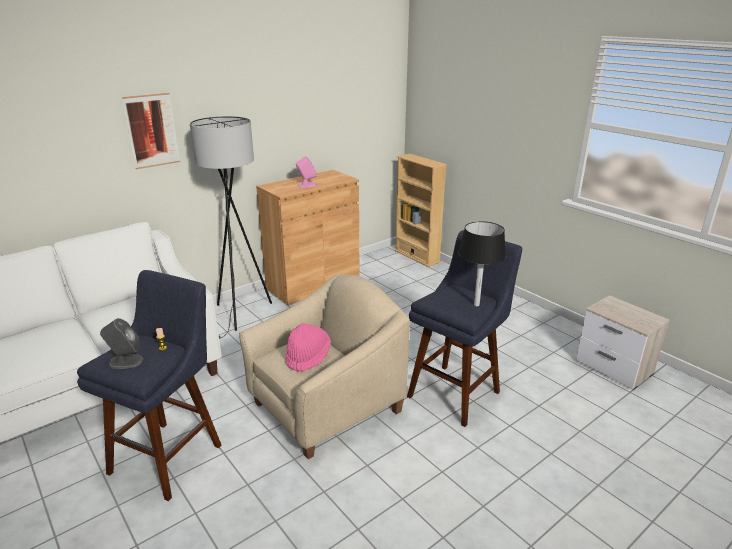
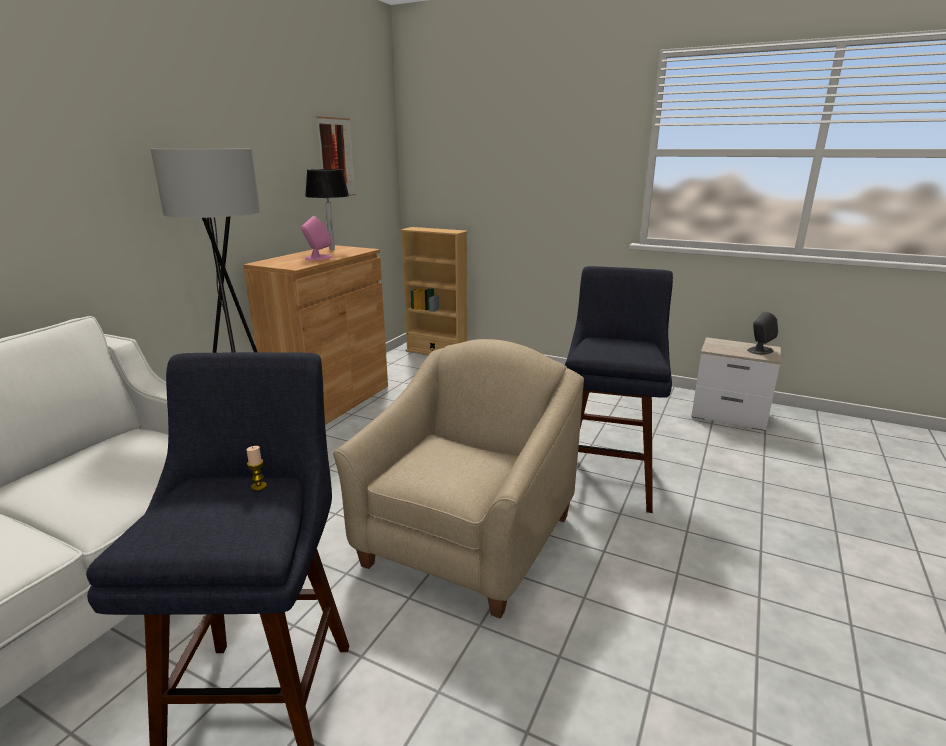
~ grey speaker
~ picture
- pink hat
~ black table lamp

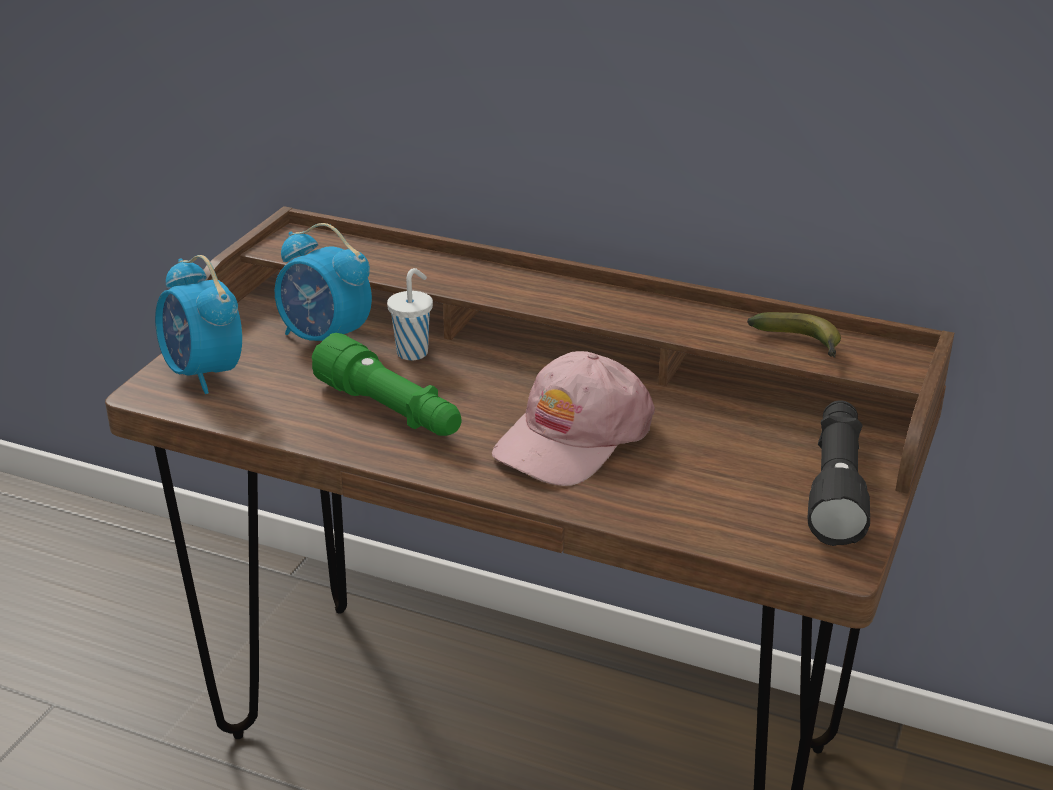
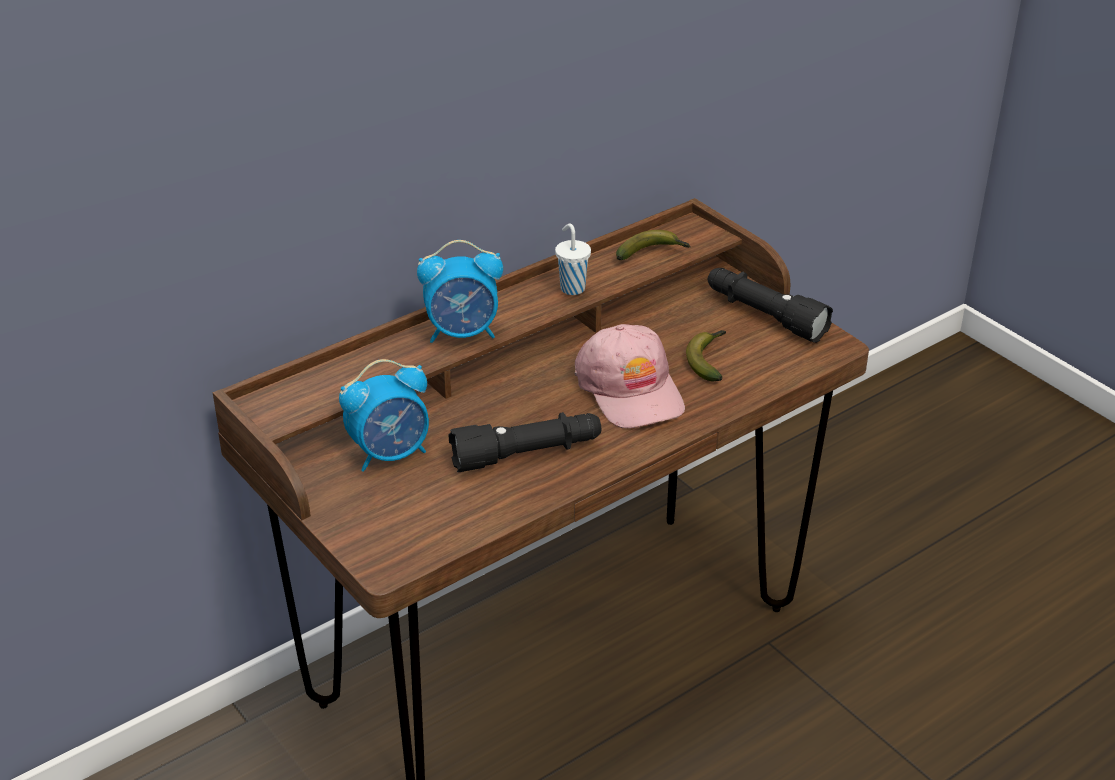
~ alarm clock (no. 1 from left in the first image) to alarm clock (no. 2 from left)
~ green flashlight to black flashlight (no. 1 from left)
~ white cup
+ banana (no. 2 from left)

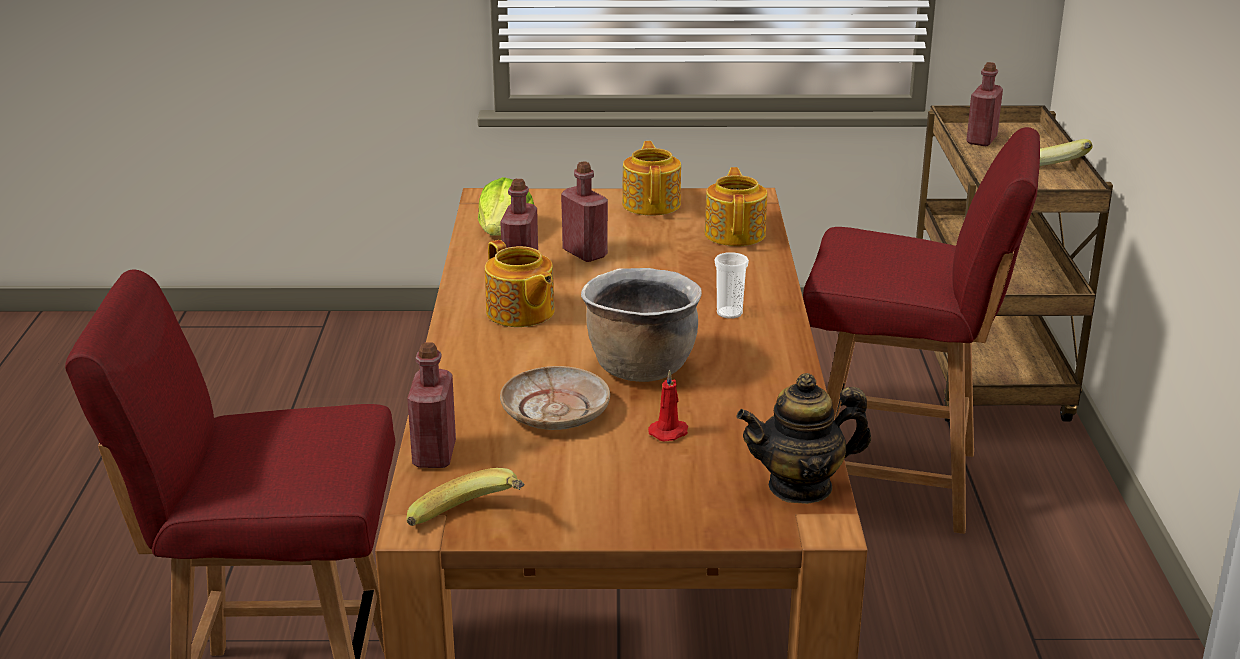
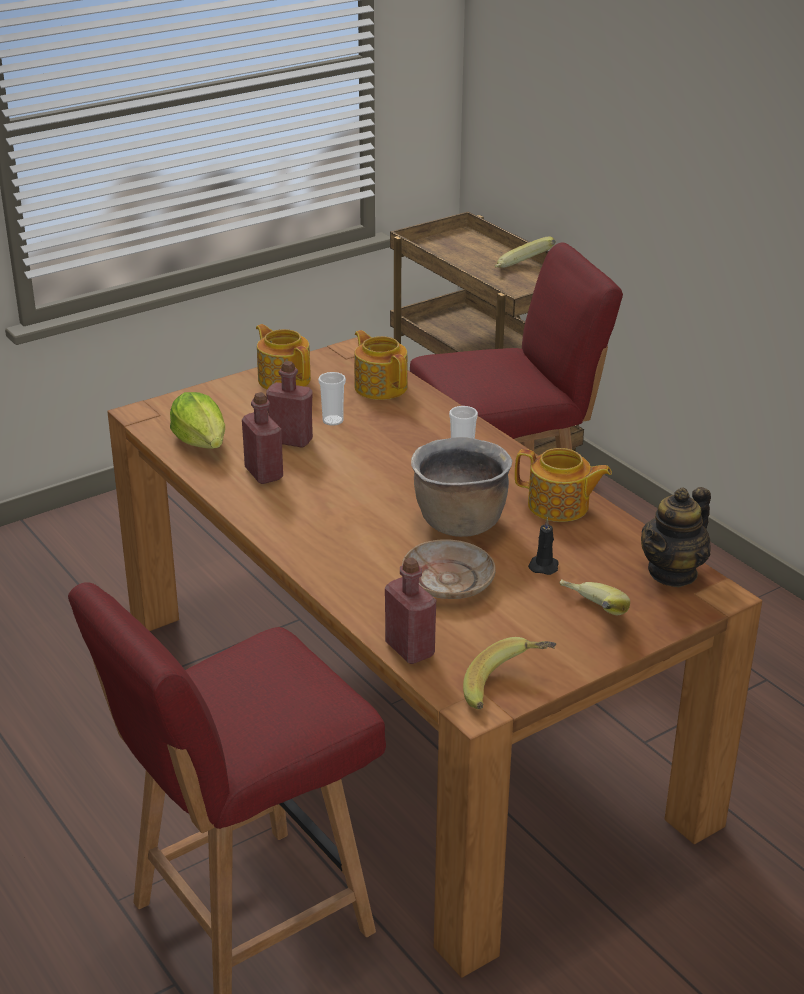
~ teapot (no. 1 from left in the first image) to teapot (no. 3 from left)
~ red candle to black candle
- red bottle (no. 4 from left)
+ cup (no. 1 from left)
+ banana (no. 3 from left)

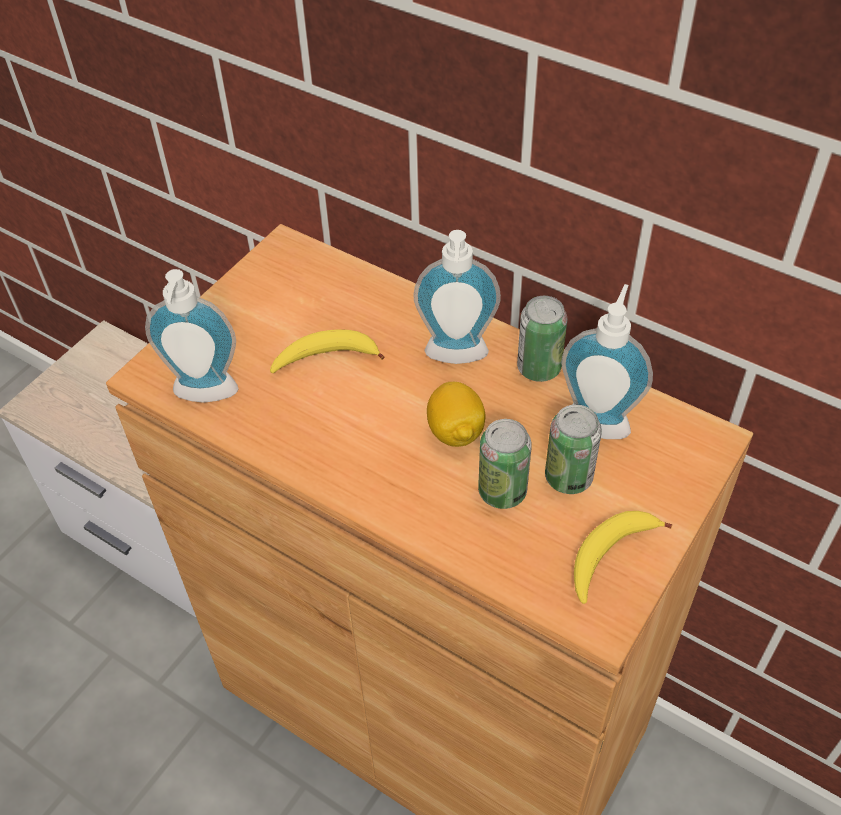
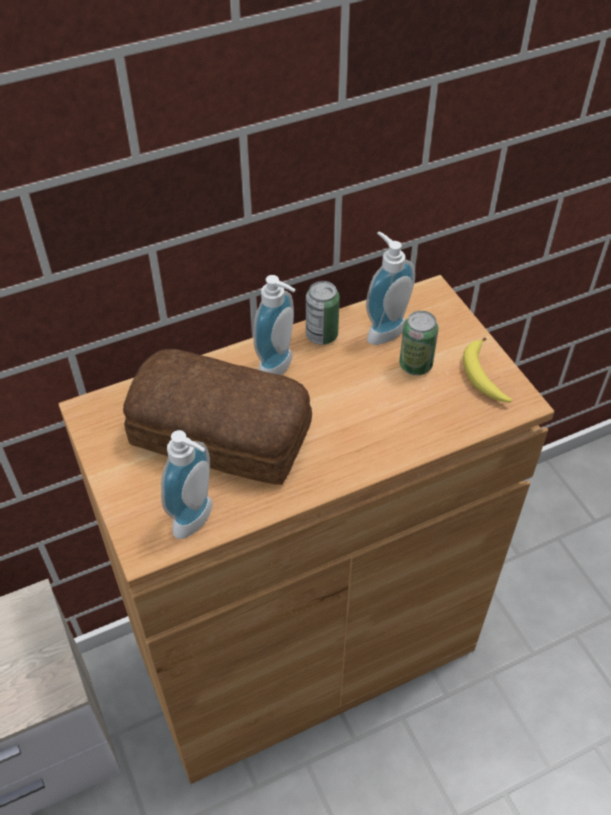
~ banana (no. 1 from left) to bread
- lemon
- can (no. 1 from left)

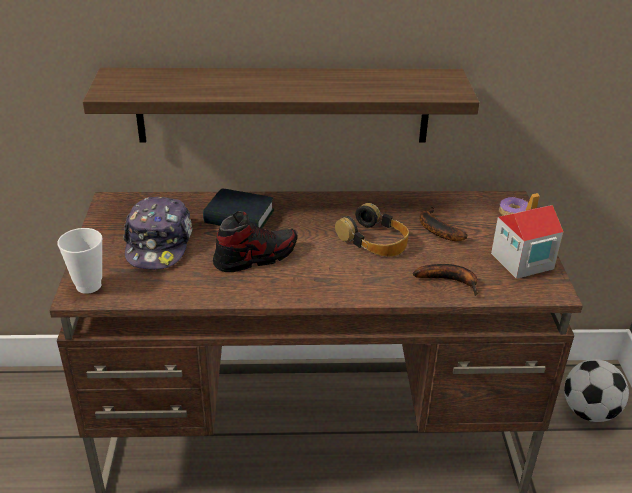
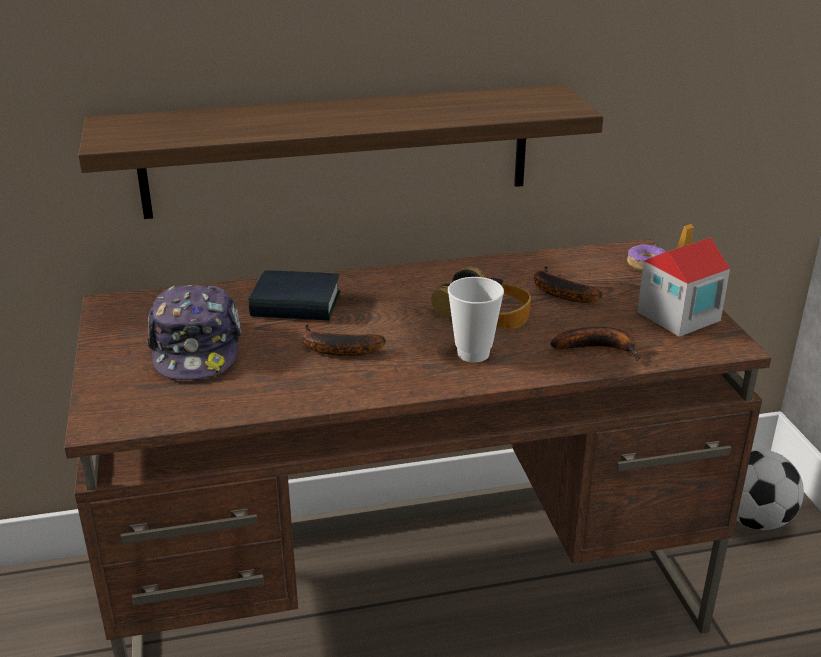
~ cup
~ shoe to banana (no. 1 from left)

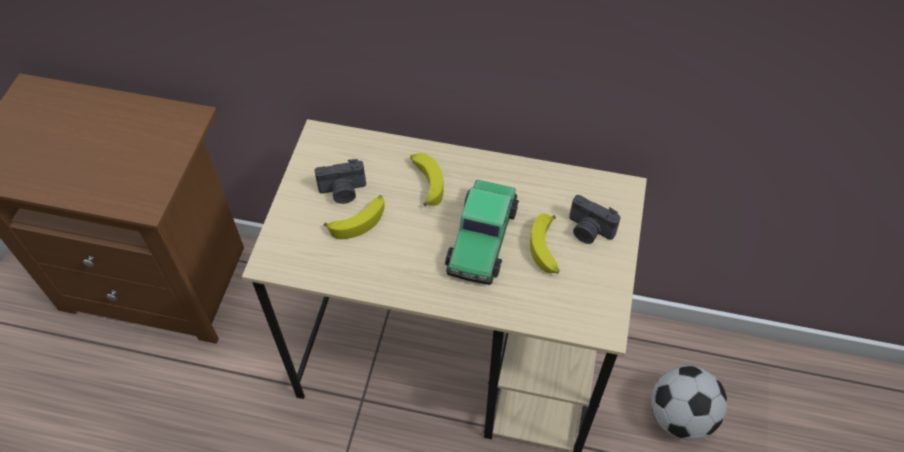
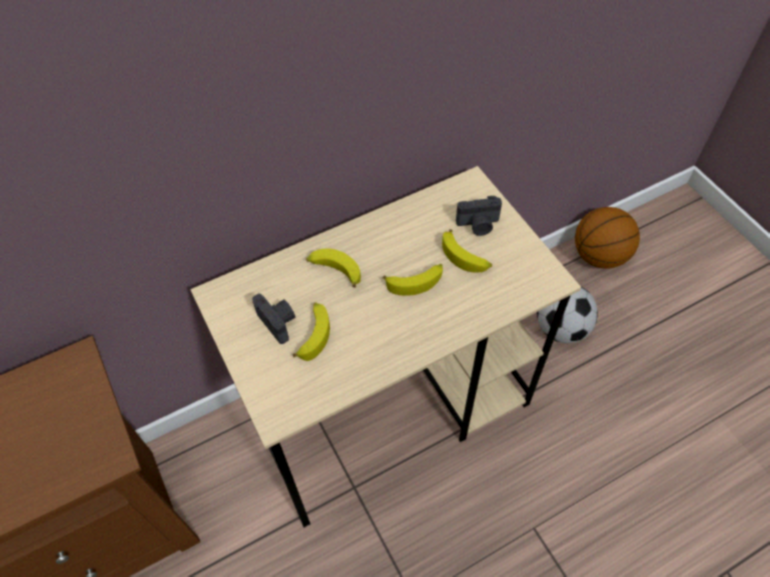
~ photo camera (no. 1 from left) 75 degrees counterclockwise
~ toy car to banana (no. 3 from left)
+ basketball

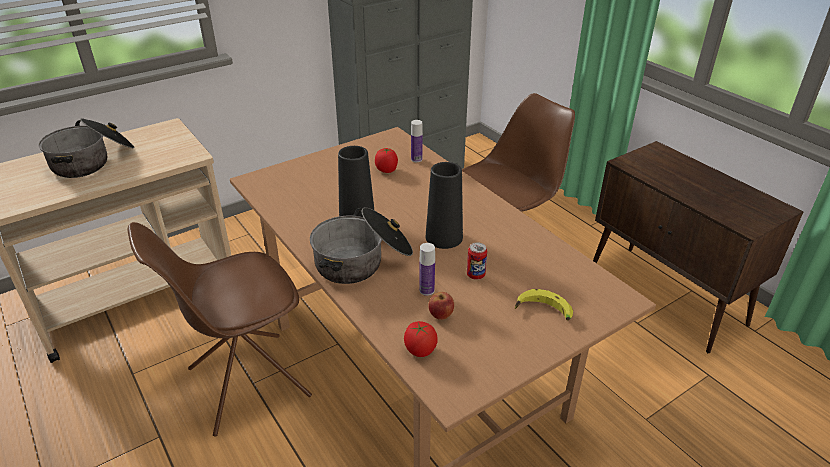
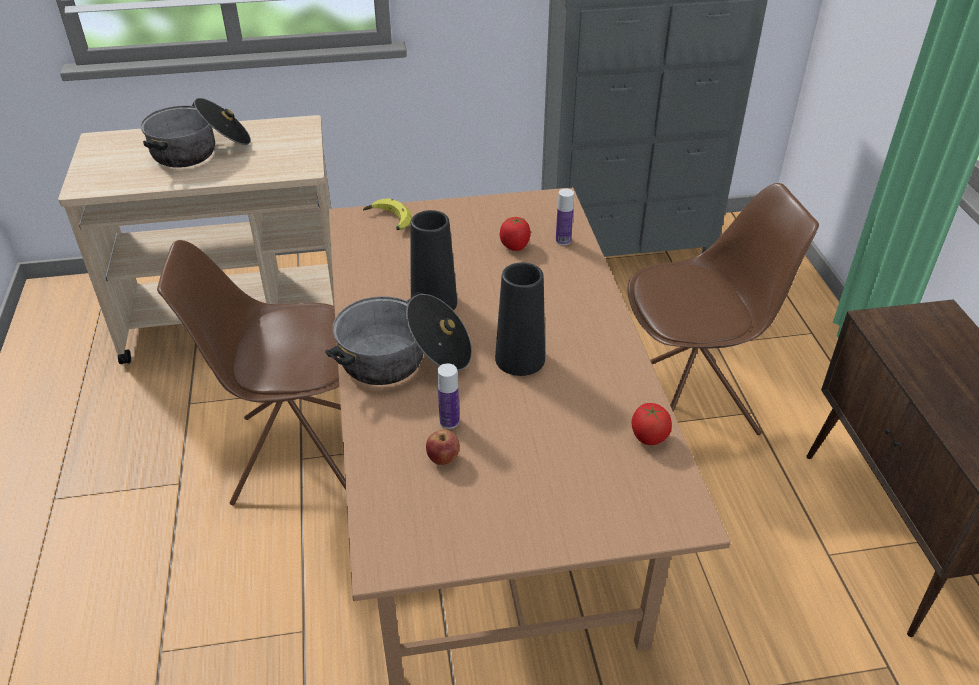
~ tomato (no. 2 from left)
- can
~ banana

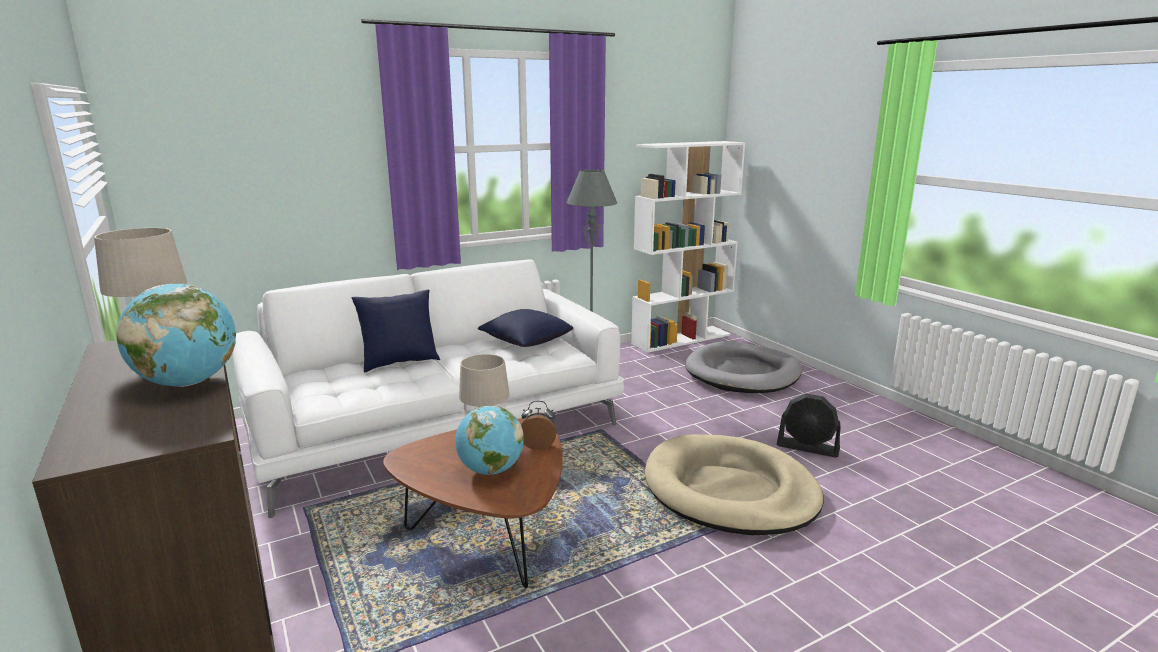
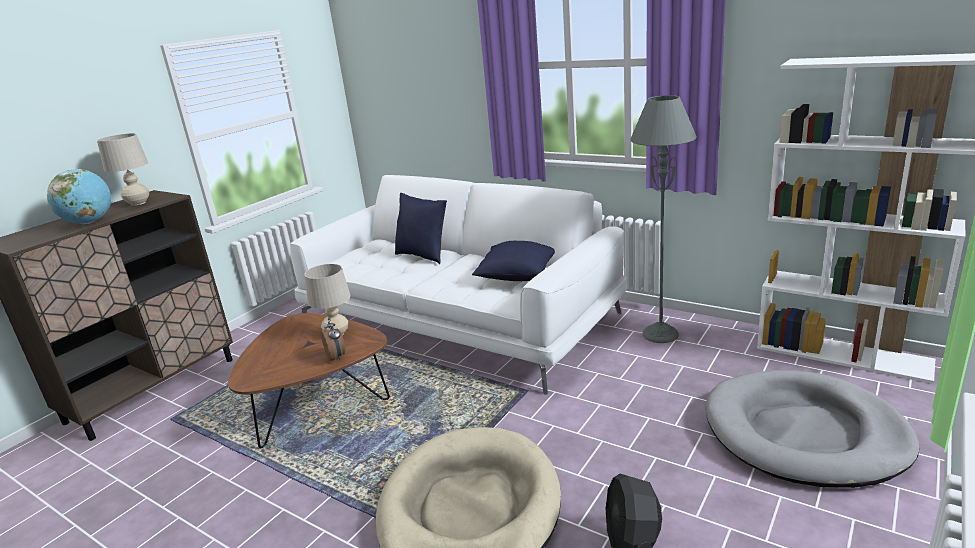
- globe (no. 2 from left)

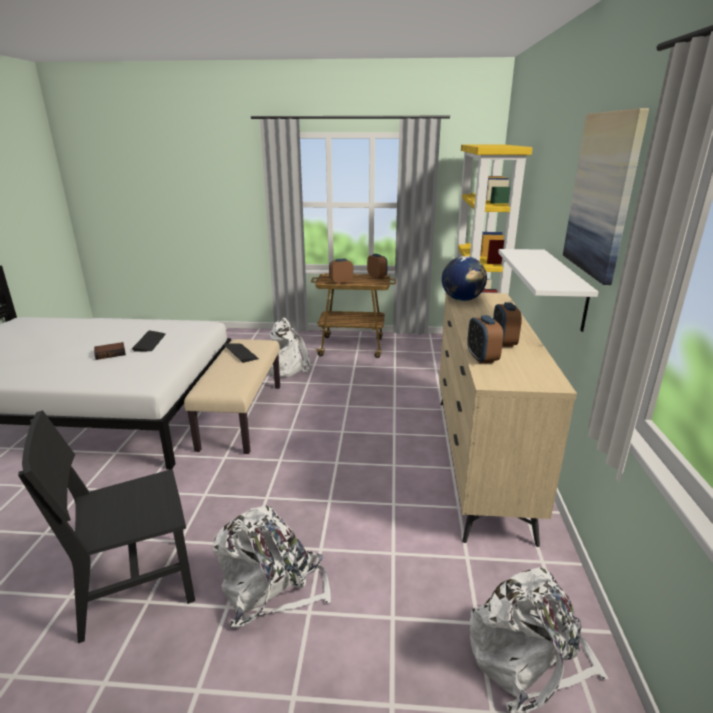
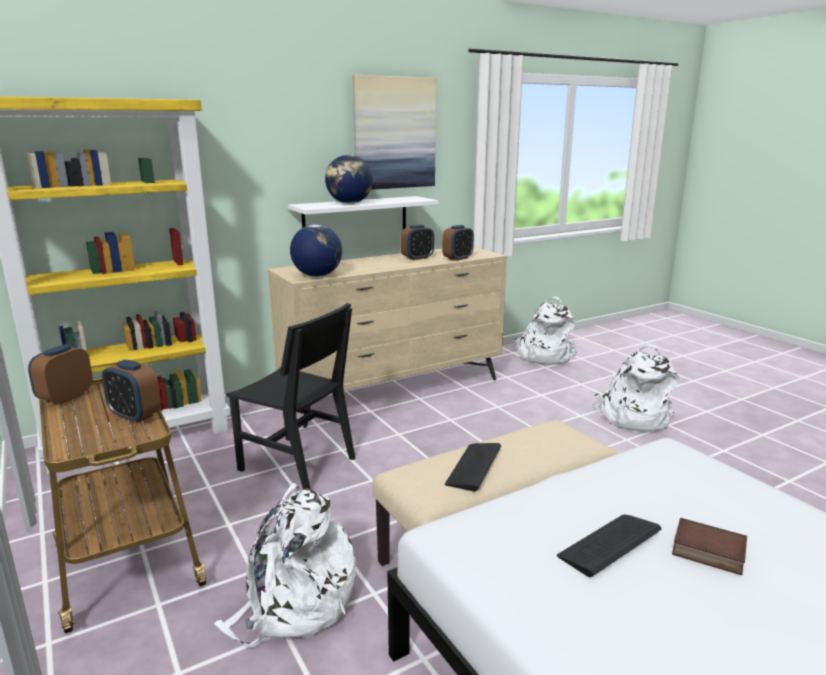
~ black chair
+ globe (no. 2 from left)

